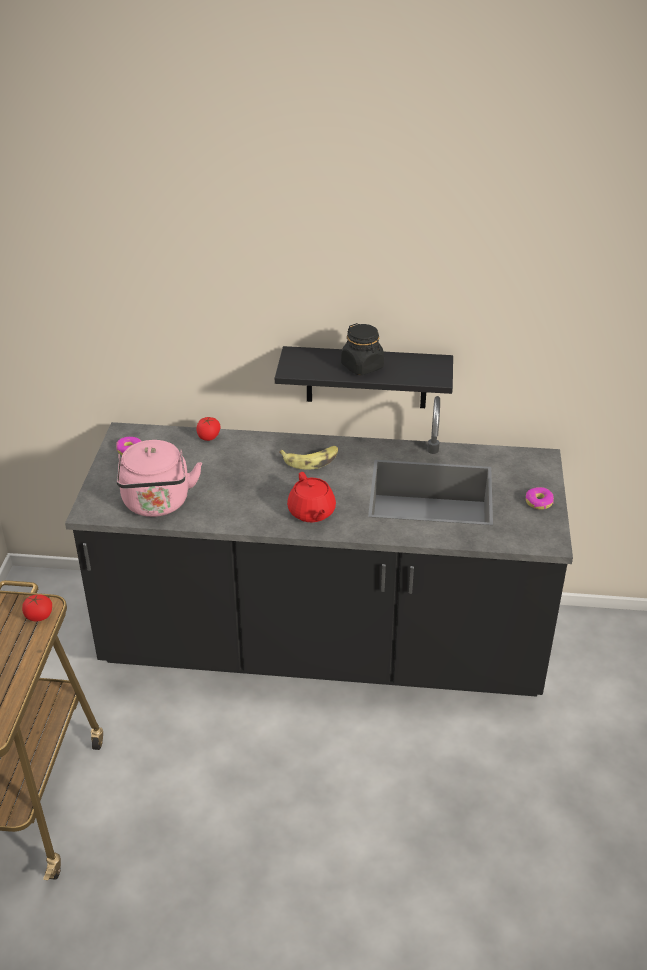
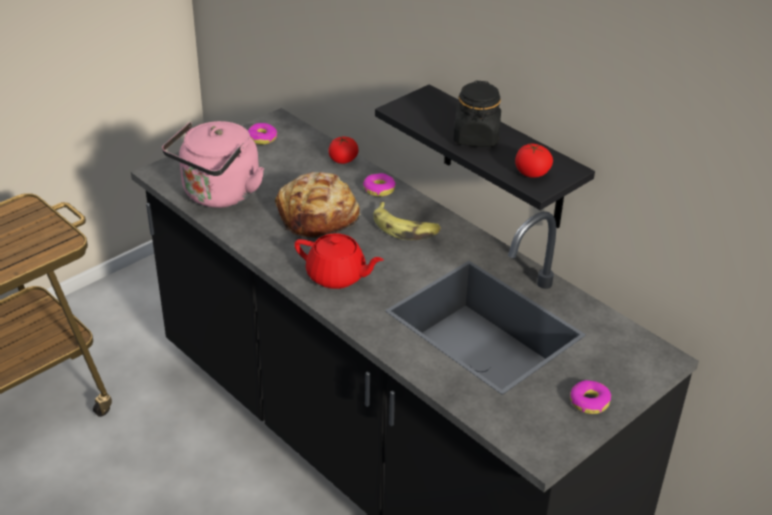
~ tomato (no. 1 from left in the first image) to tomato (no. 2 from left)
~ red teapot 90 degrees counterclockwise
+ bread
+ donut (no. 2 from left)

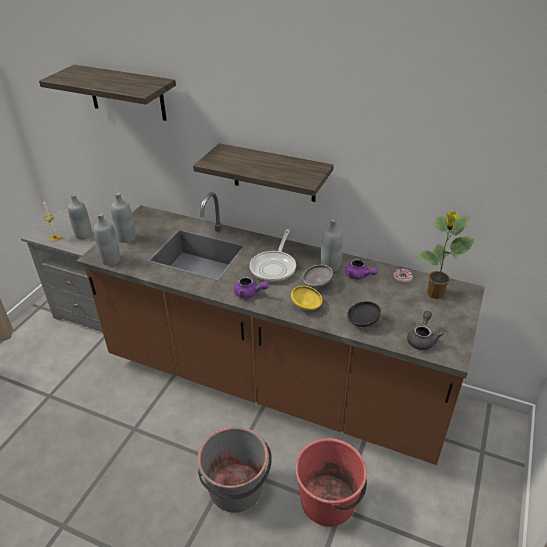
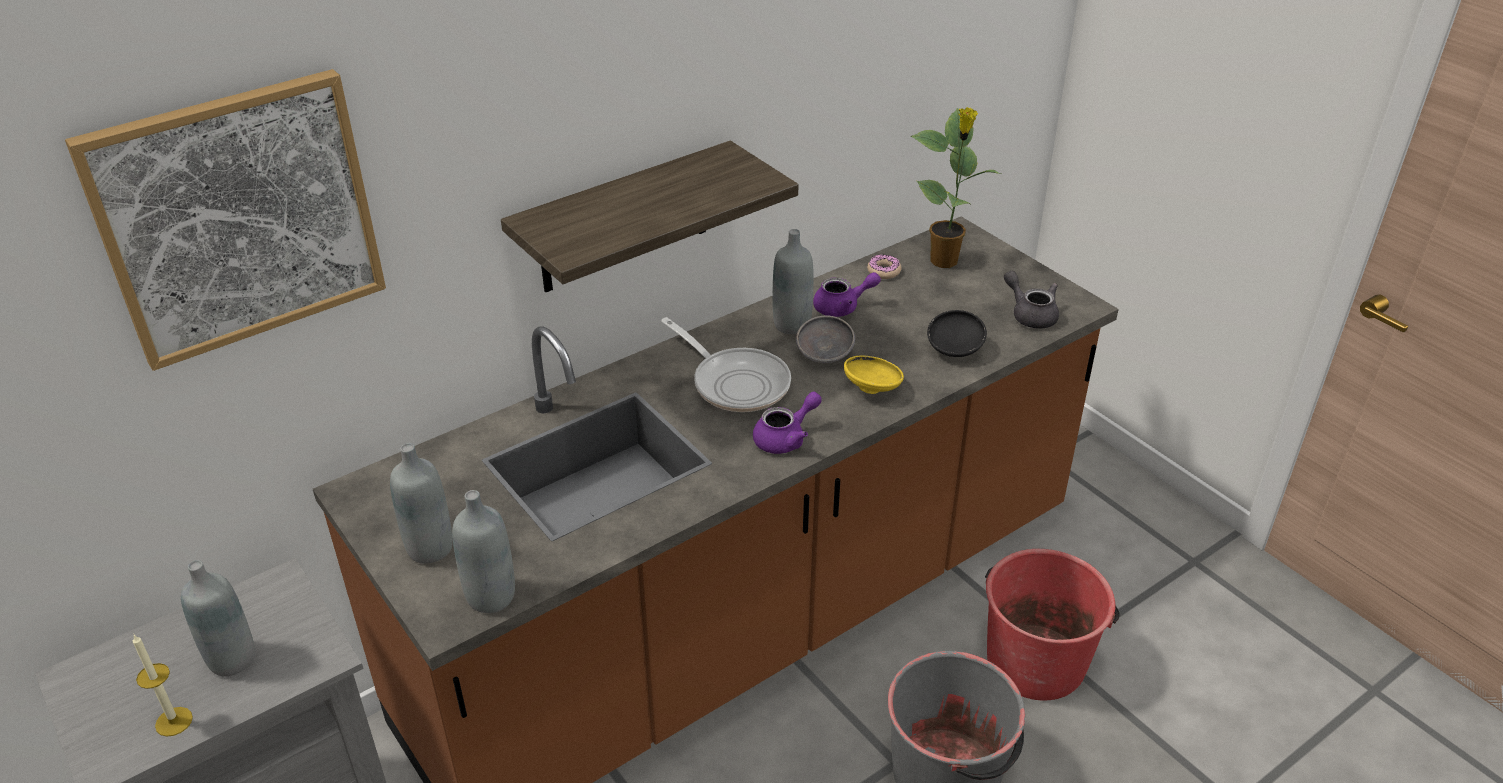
~ shelf (no. 1 from left) to picture

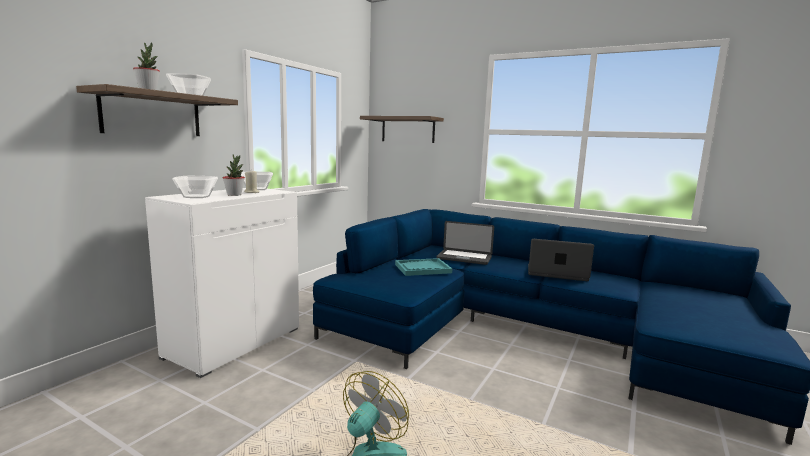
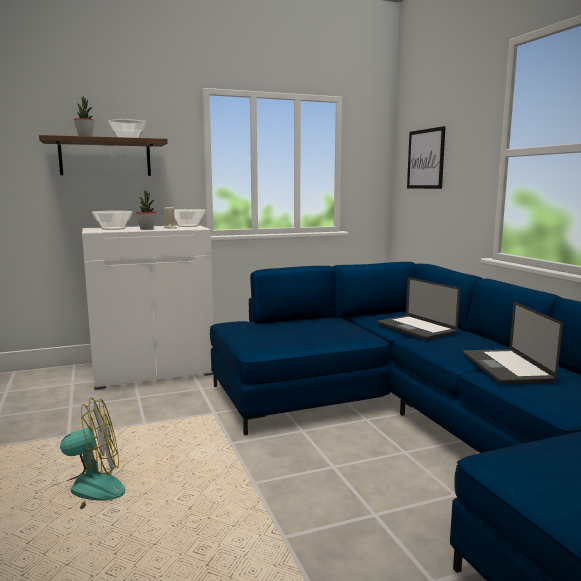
~ shelf (no. 2 from left) to picture
- turquoise tray
~ laptop (no. 2 from left) 150 degrees counterclockwise

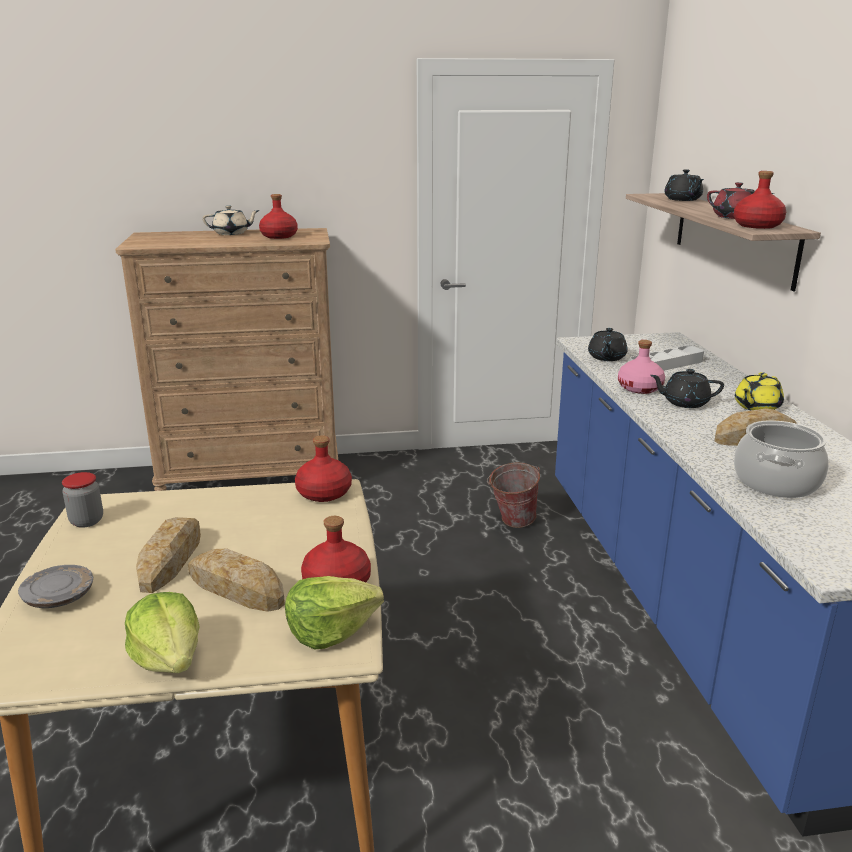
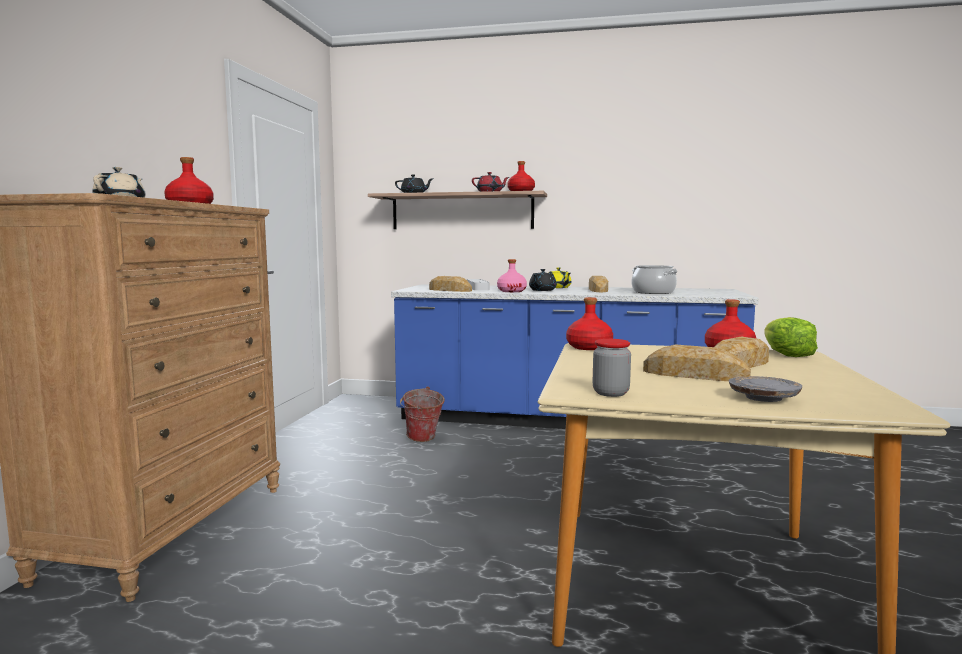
- lettuce (no. 1 from left)
~ black teapot (no. 1 from left) to bread (no. 1 from left)

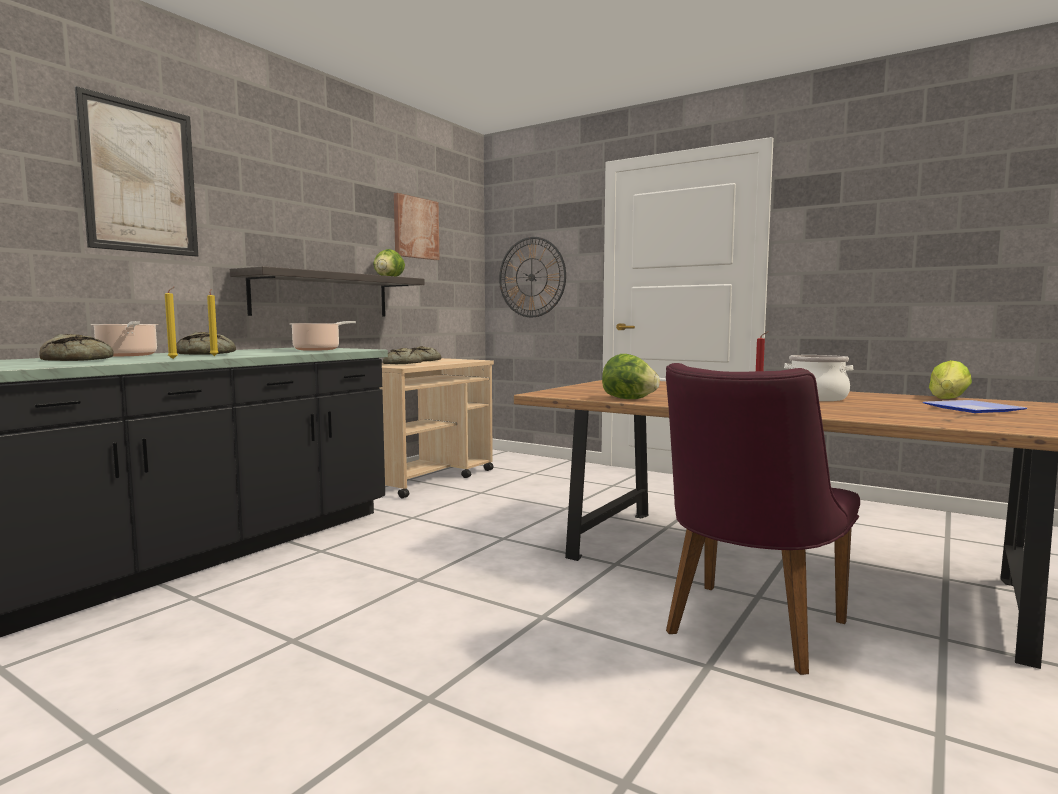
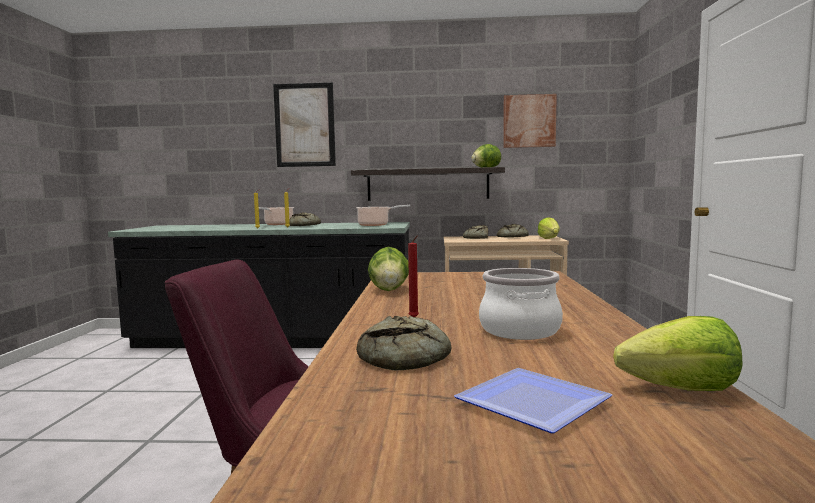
~ bread (no. 1 from left in the first image) to bread (no. 2 from left)
- wall clock
+ lettuce (no. 3 from left)

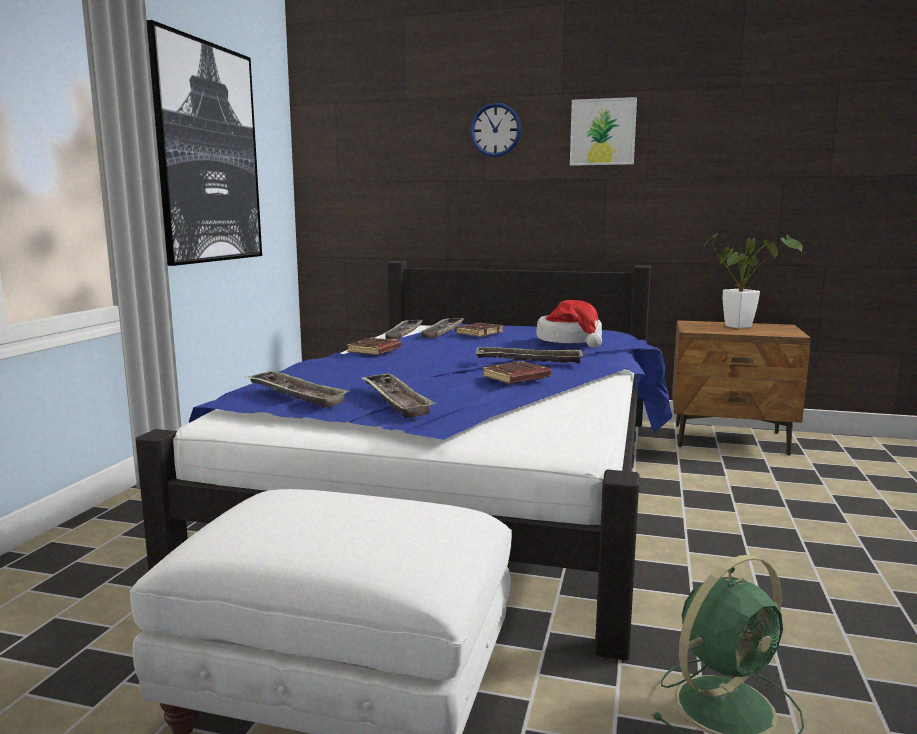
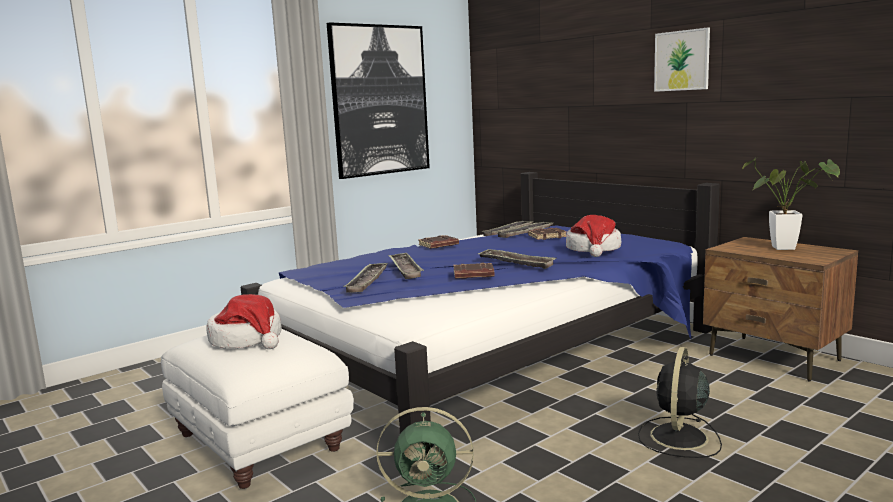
~ tray (no. 1 from left in the first image) to tray (no. 2 from left)
- wall clock
+ hat (no. 1 from left)
+ black fan

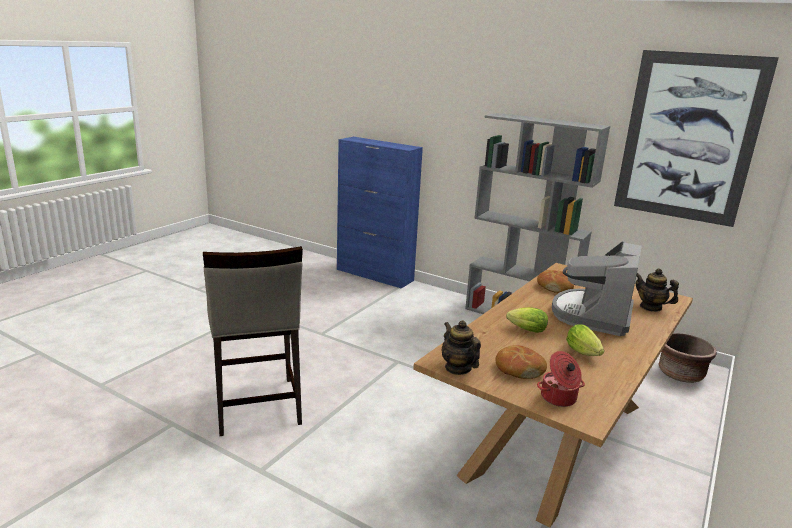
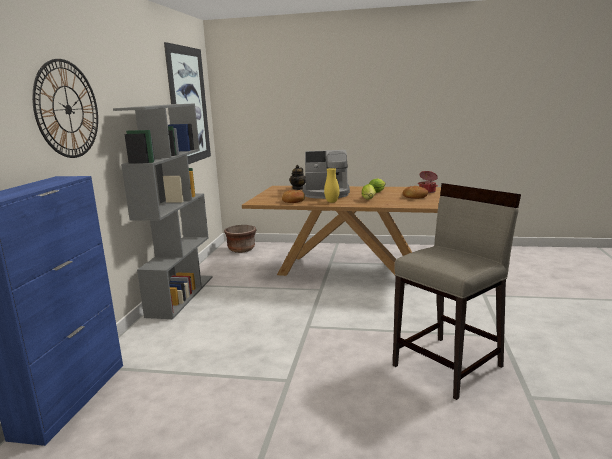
- teapot (no. 1 from left)
+ wall clock
+ yellow vase

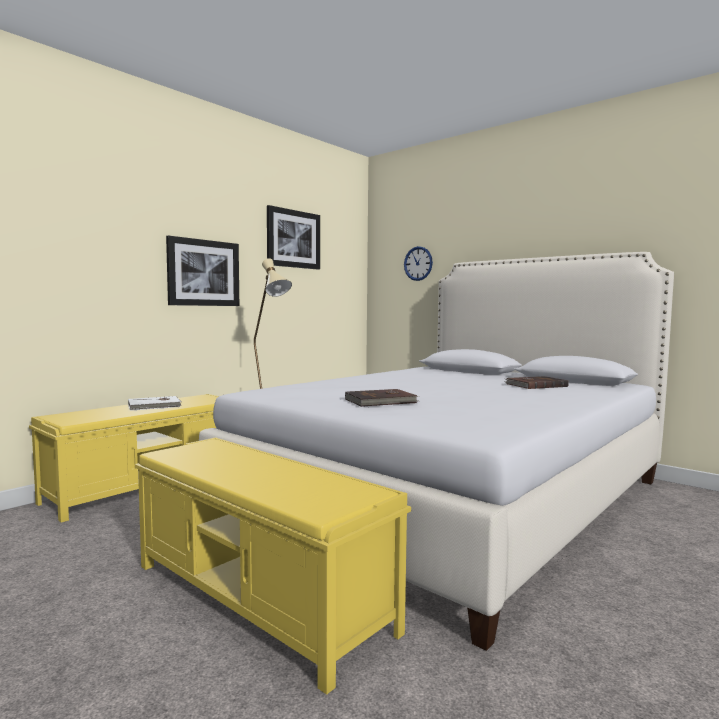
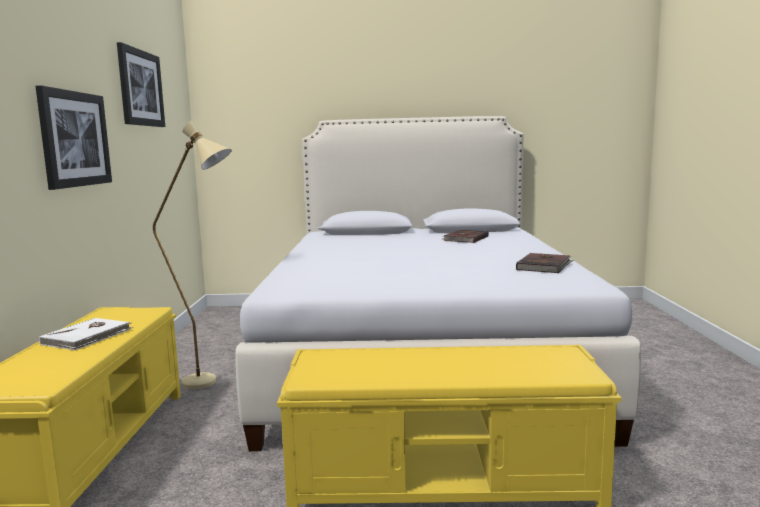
~ brown book (no. 1 from left in the first image) to brown book (no. 2 from left)
- wall clock

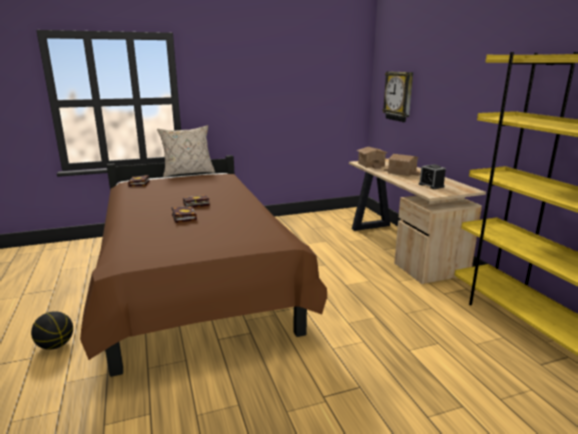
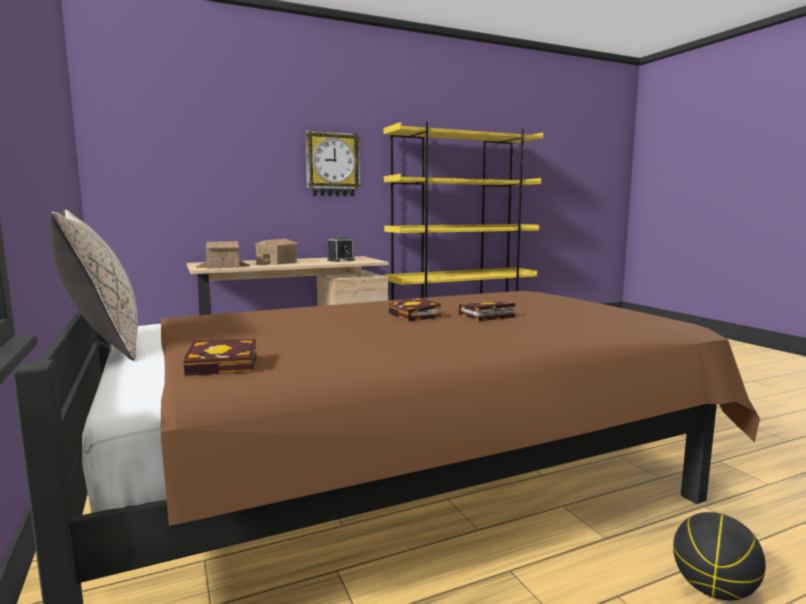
~ wall clock

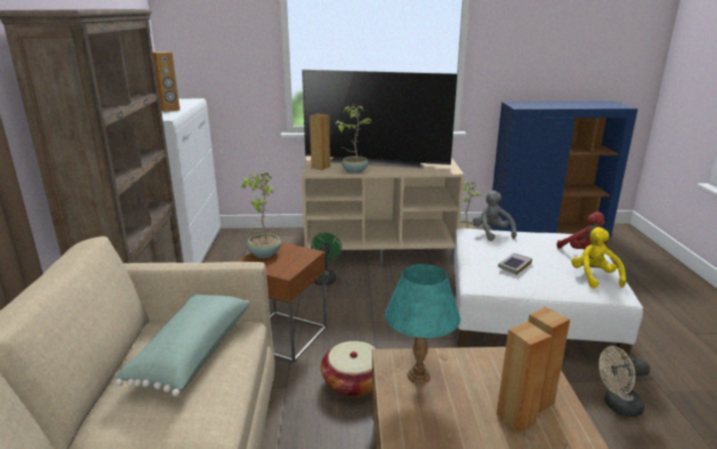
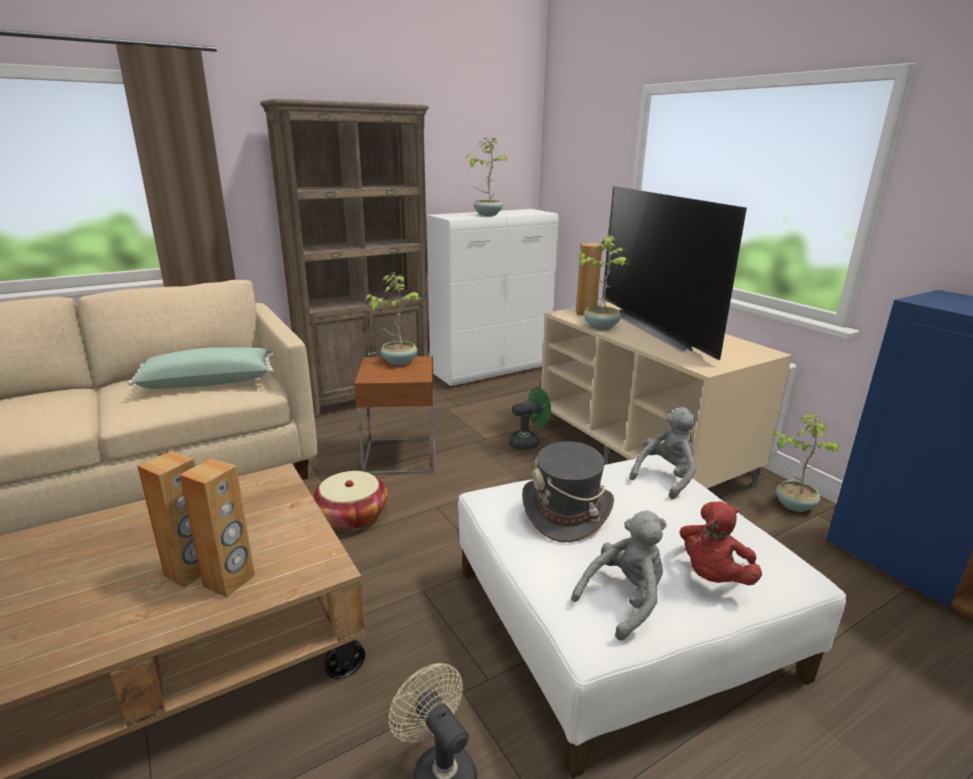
~ brown speaker (no. 1 from left) to potted plant (no. 2 from left)
- turquoise table lamp
~ book to grey hat
~ yellow plush toy to grey plush toy (no. 1 from left)

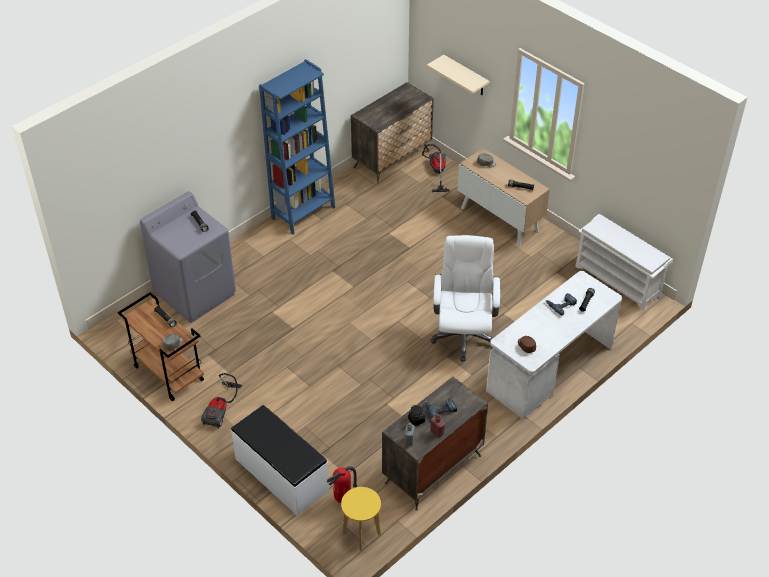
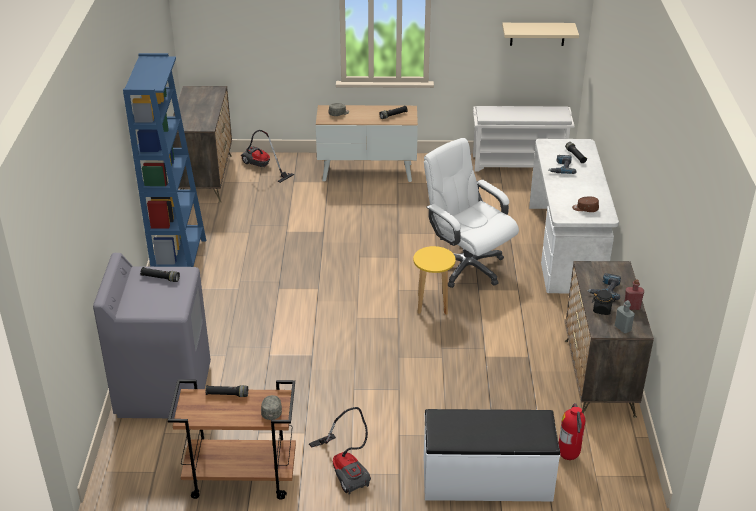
~ yellow stool
~ beige shelf

